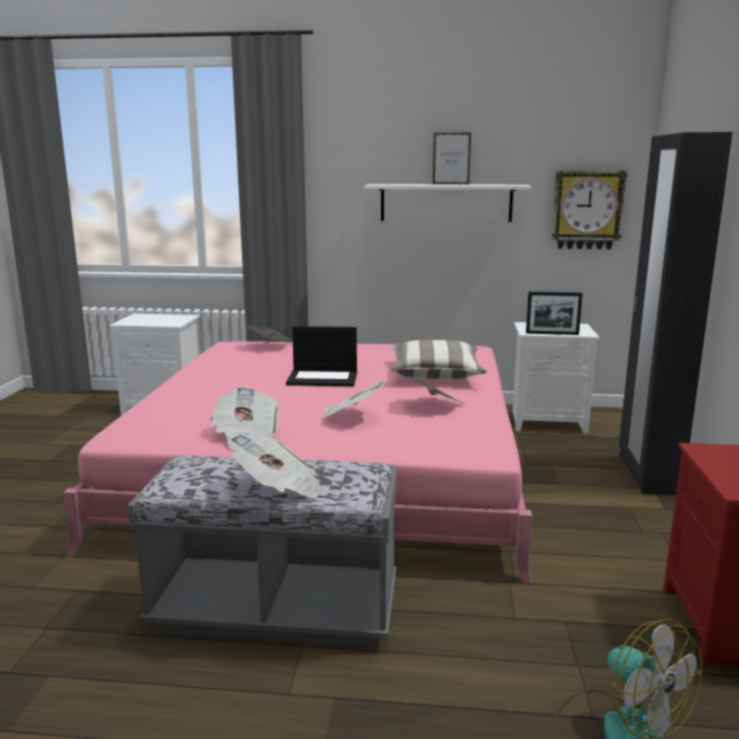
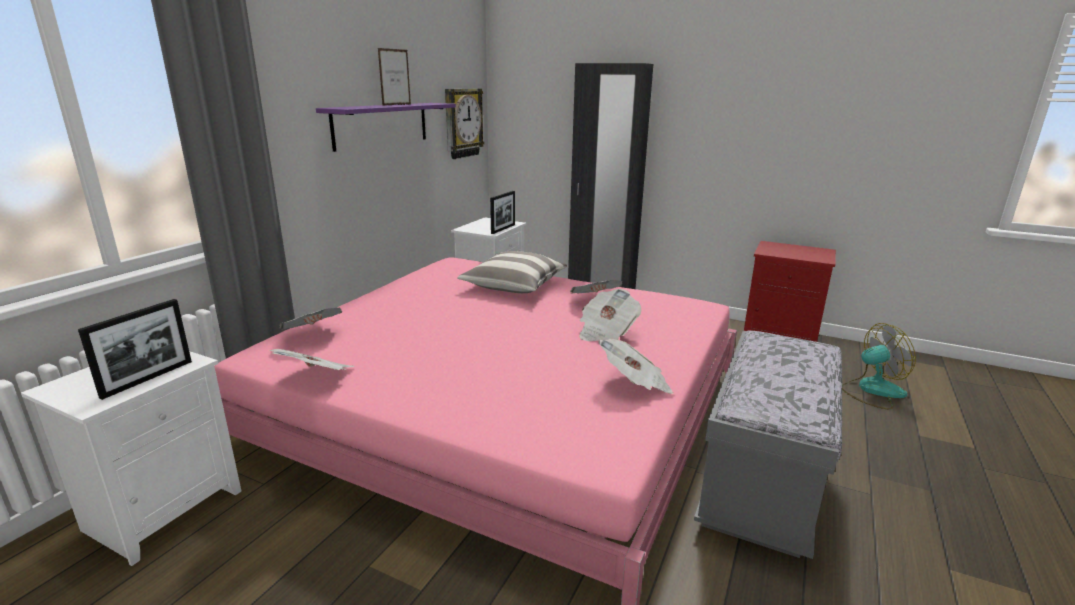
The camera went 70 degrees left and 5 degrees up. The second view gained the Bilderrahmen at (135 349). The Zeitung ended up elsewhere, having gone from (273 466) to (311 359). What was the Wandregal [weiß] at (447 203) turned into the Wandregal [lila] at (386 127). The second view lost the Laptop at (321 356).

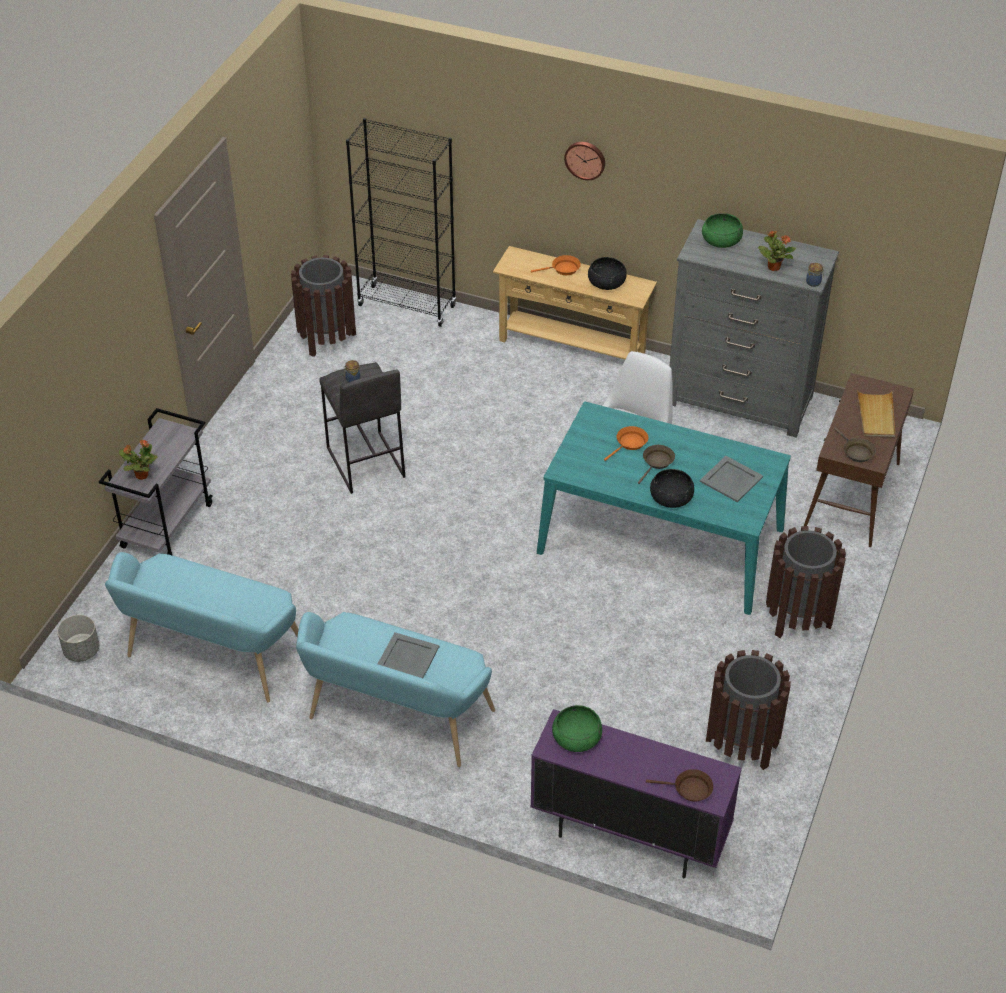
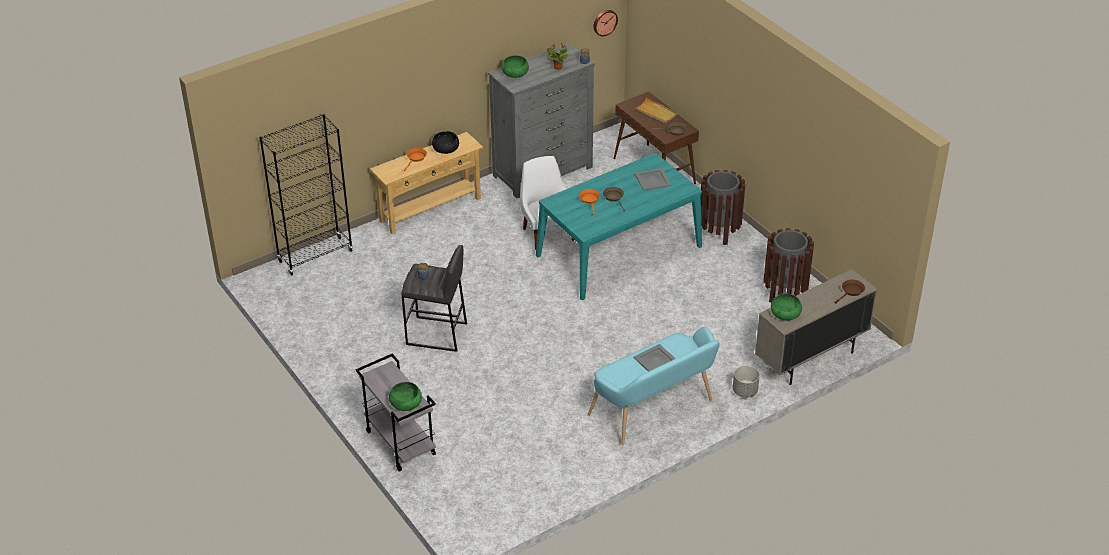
The camera went 55 degrees left and 5 degrees down. Where the Topfpflanze stood at (138 460), the Schüssel [grün] came to stand at (405 396). The Wanduhr ended up elsewhere, having gone from (584 161) to (605 23). The Pflanzkübel [grau] ended up elsewhere, having gone from (78 638) to (746 381). What was the Schrank [lila] at (636 794) turned into the Schrank [beige] at (816 327). The second view lost the Bank [türkis] at (202 627). The second view lost the Mülleimer [braun] at (323 306). The second view lost the Schüssel [schwarz] at (672 488).

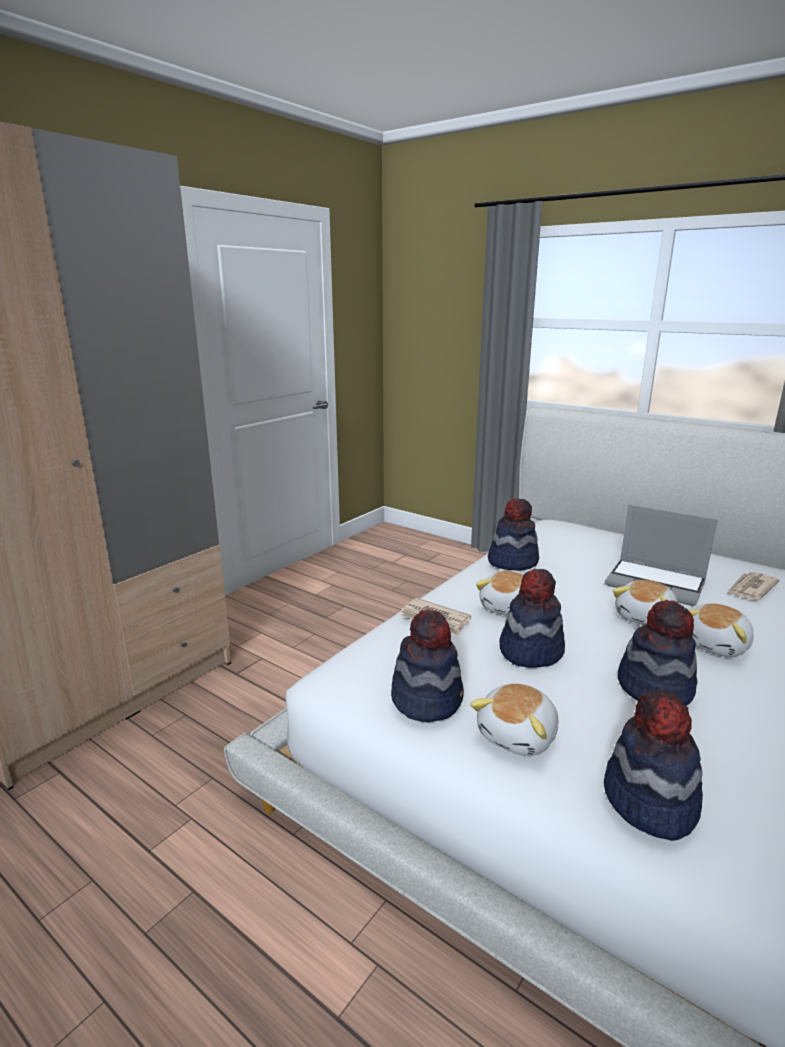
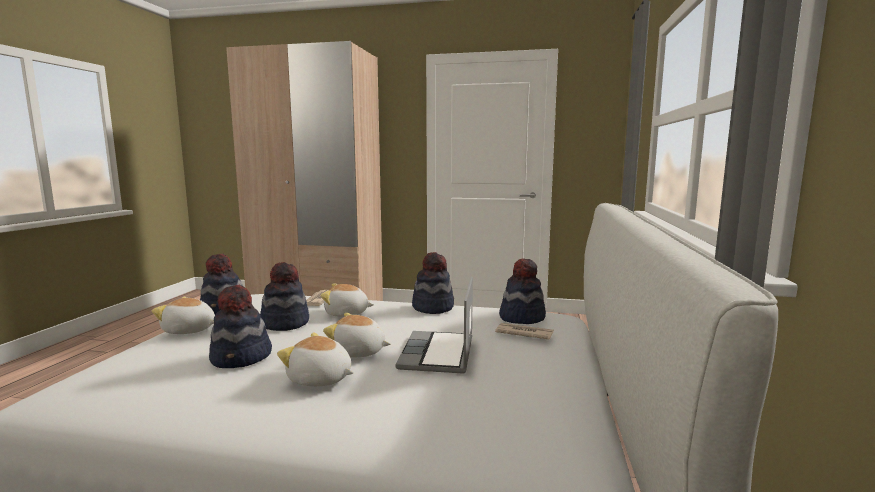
The camera went 65 degrees right and 10 degrees down. The Zeitung ended up elsewhere, having gone from (753 586) to (524 331). The Hut ended up elsewhere, having gone from (653 765) to (522 291).

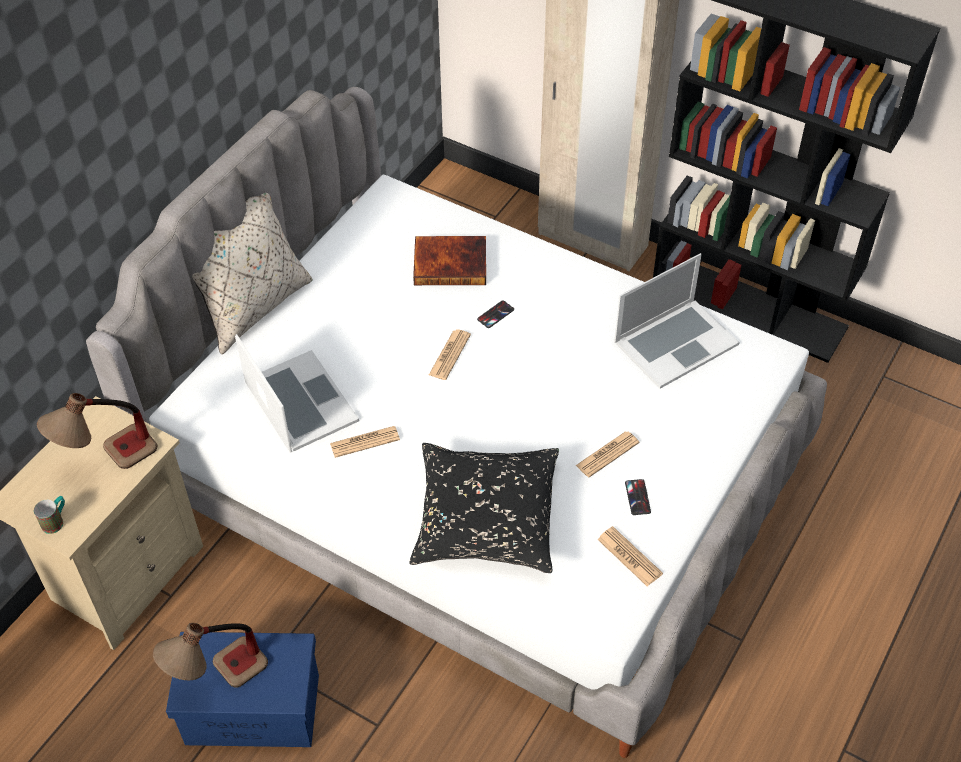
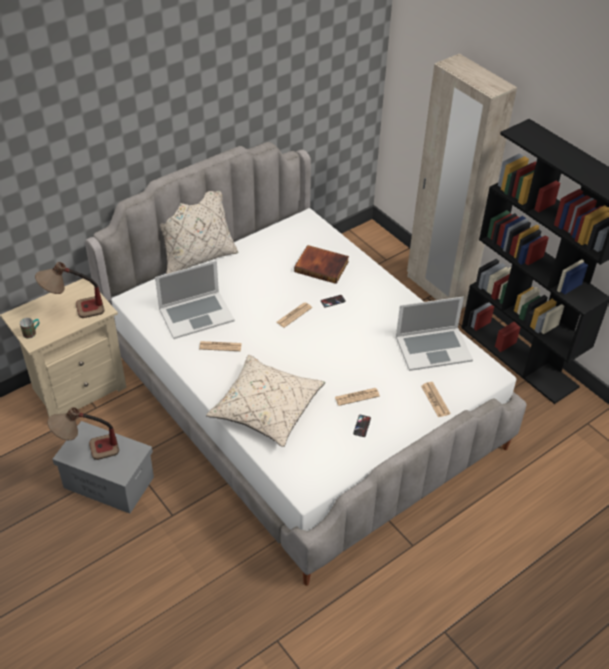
The camera went 20 degrees right and 5 degrees down. What was the Aufbewahrungsbox [blau] at (242 689) turned into the Aufbewahrungsbox [grau] at (103 467). The Laptop at (297 393) ended up facing another way, 75 degrees clockwise from before. What was the Kissen [schwarz] at (484 508) turned into the Kissen [beige] at (265 401). The Zeitung ended up elsewhere, having gone from (630 556) to (436 399).

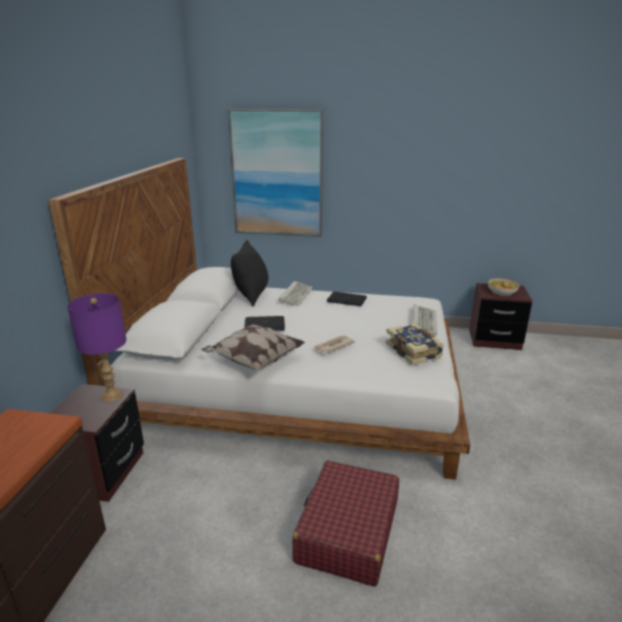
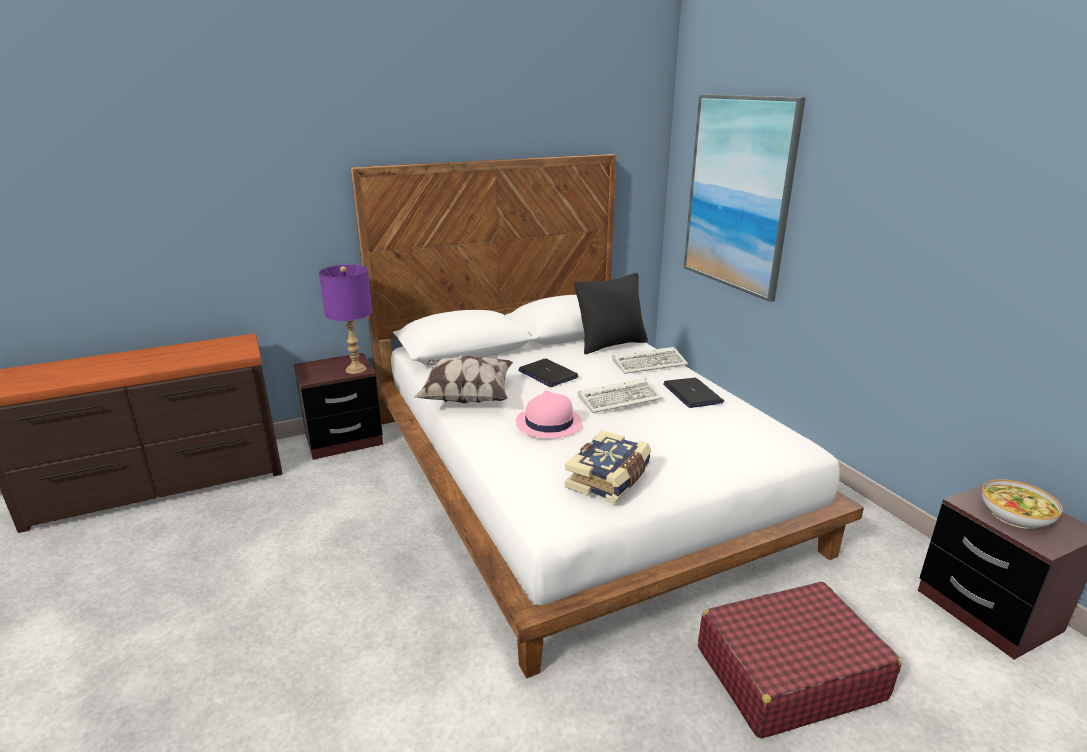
The camera went 55 degrees right and 0 degrees up. Where the Zeitung stood at (334 345), the Hut [rosa] came to stand at (549 414). The Tastatur ended up elsewhere, having gone from (425 319) to (620 395). The Koffer [rot] ended up elsewhere, having gone from (345 523) to (799 660).

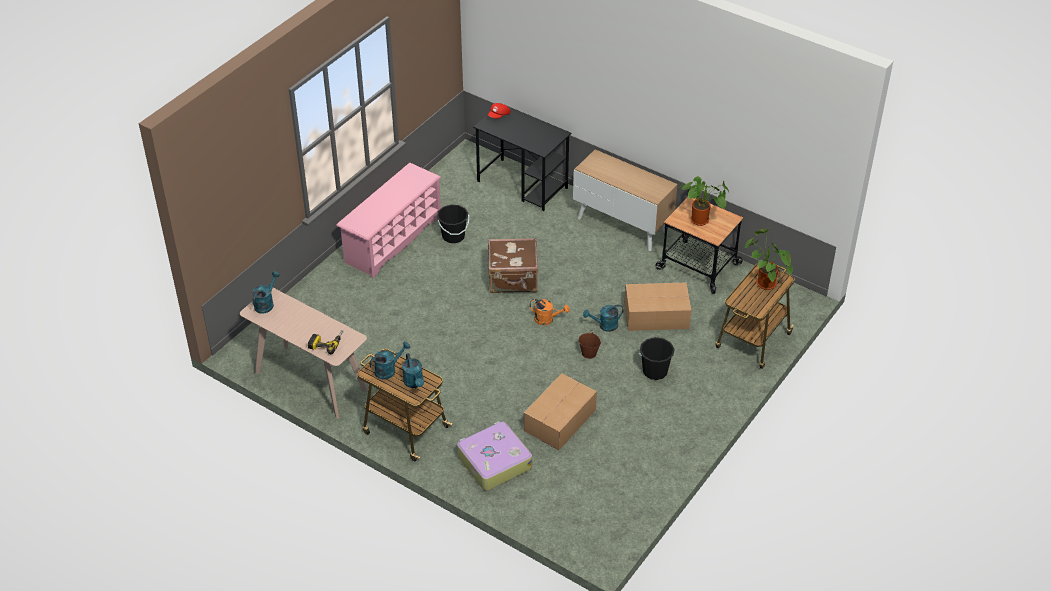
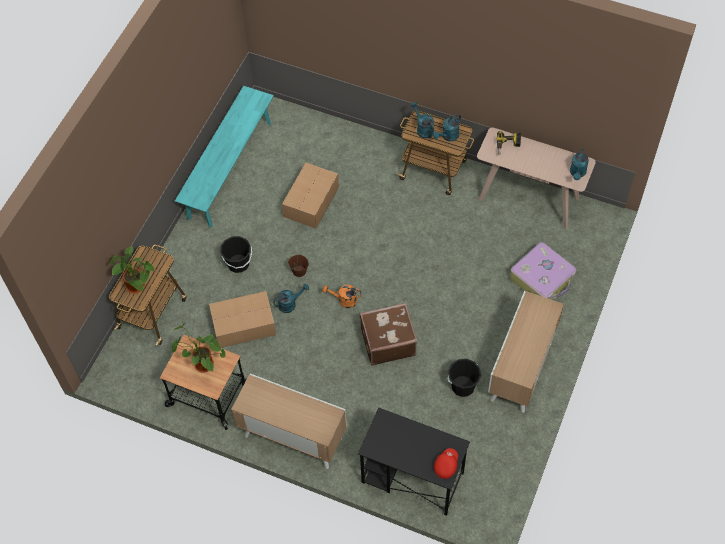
The camera went 170 degrees right and 15 degrees up. The second view gained the Bank [türkis] at (224 156). Where the Schuhregal [rosa] stood at (388 220), the Schrank came to stand at (526 352). The Koffer ended up elsewhere, having gone from (494 456) to (543 271).

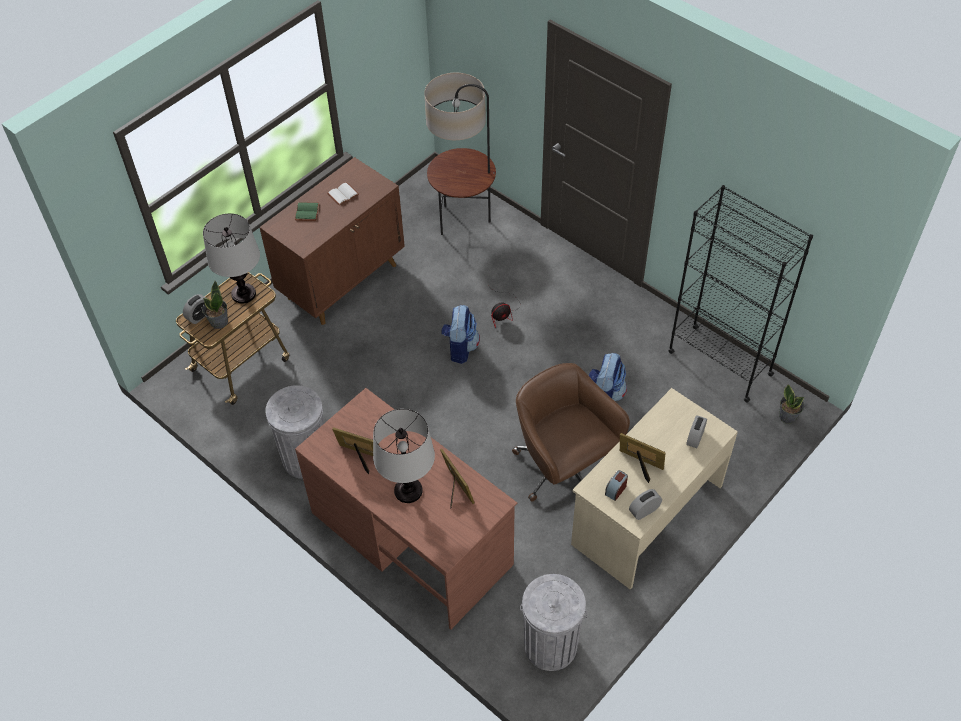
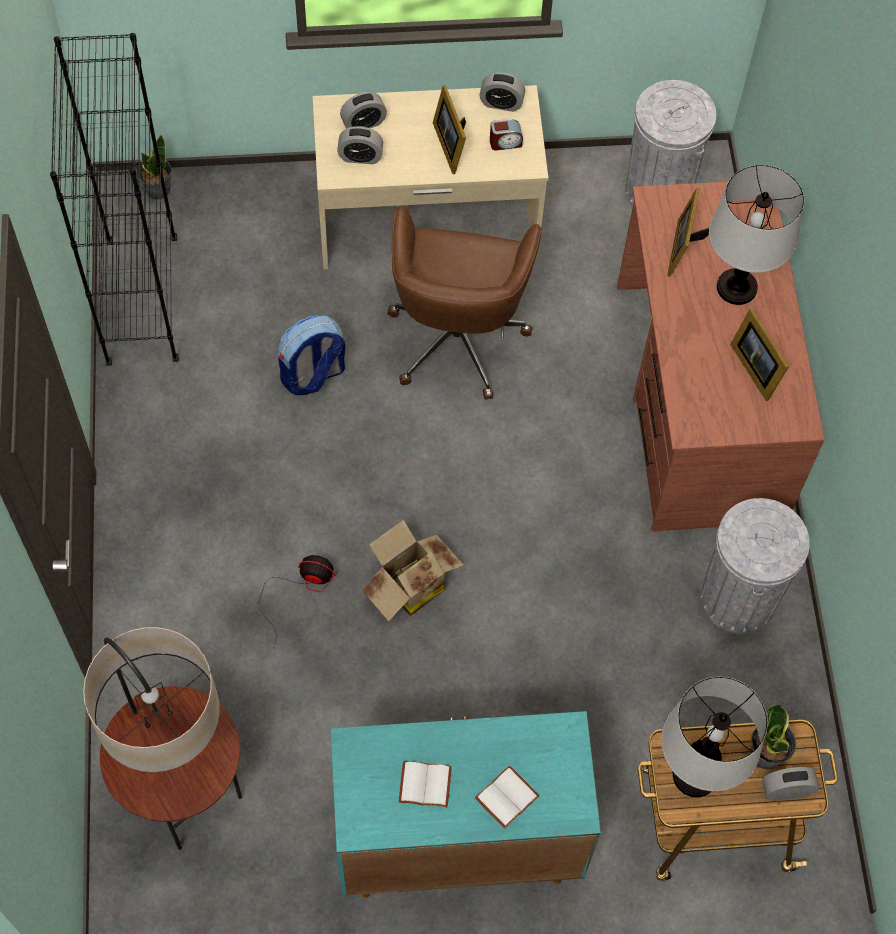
The camera went 140 degrees left and 10 degrees up. What was the Schrank [braun] at (332 241) turned into the Schrank [türkis] at (465 804). The second view gained the Wecker at (360 145). Where the Rucksack stood at (460 334), the Karton came to stand at (412 570). What was the Buch [grün] at (307 211) turned into the Buch [weiß] at (507 797).

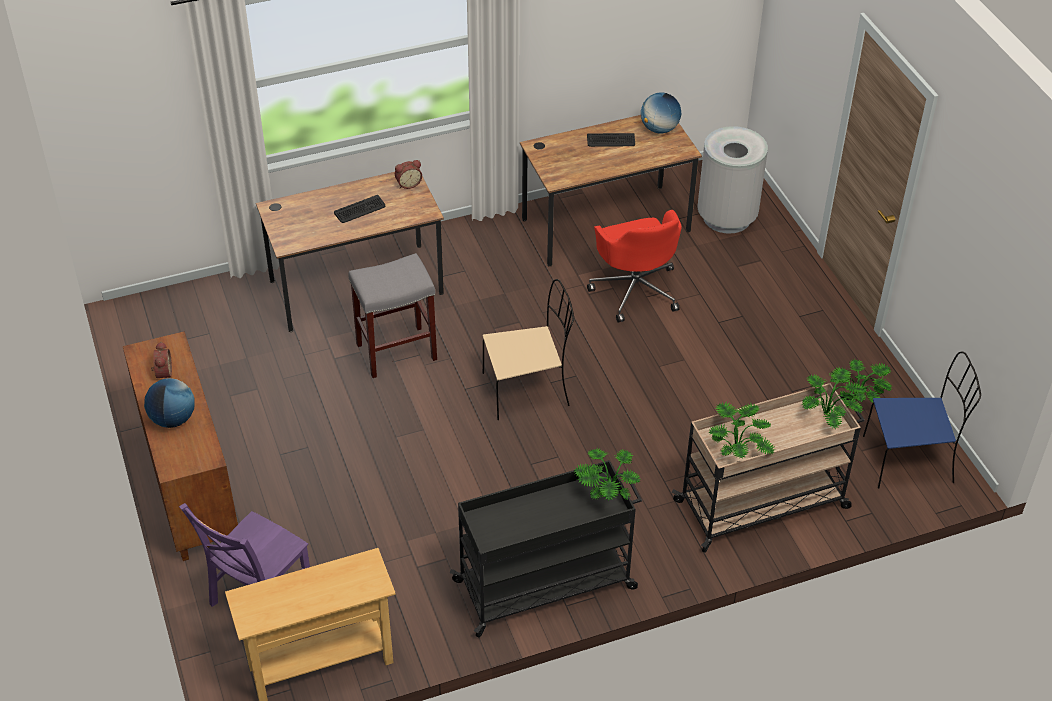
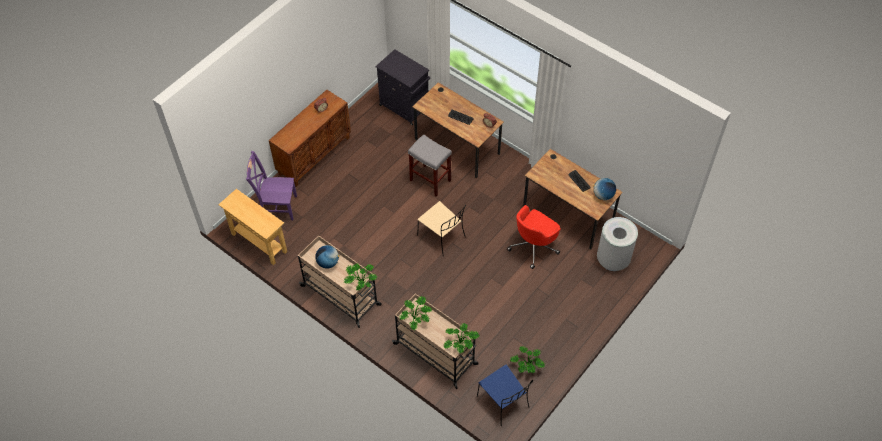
The camera went 60 degrees right and 10 degrees up. What was the Rollwagen [schwarz] at (546 549) turned into the Rollwagen [beige] at (340 281). The Globus ended up elsewhere, having gone from (169 403) to (327 257). The second view gained the Schrank [schwarz] at (402 87).

